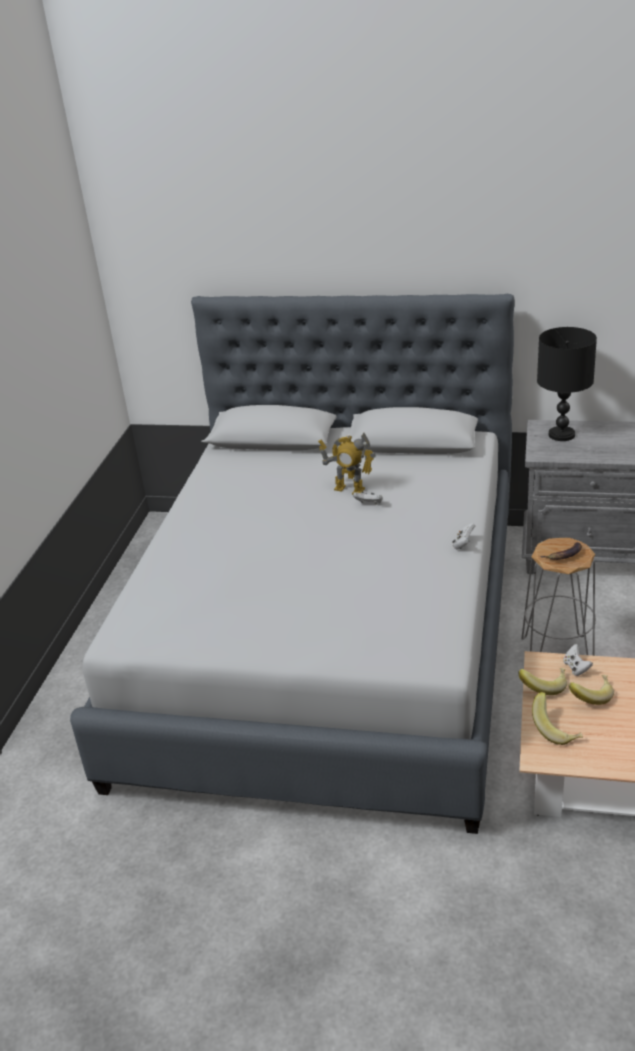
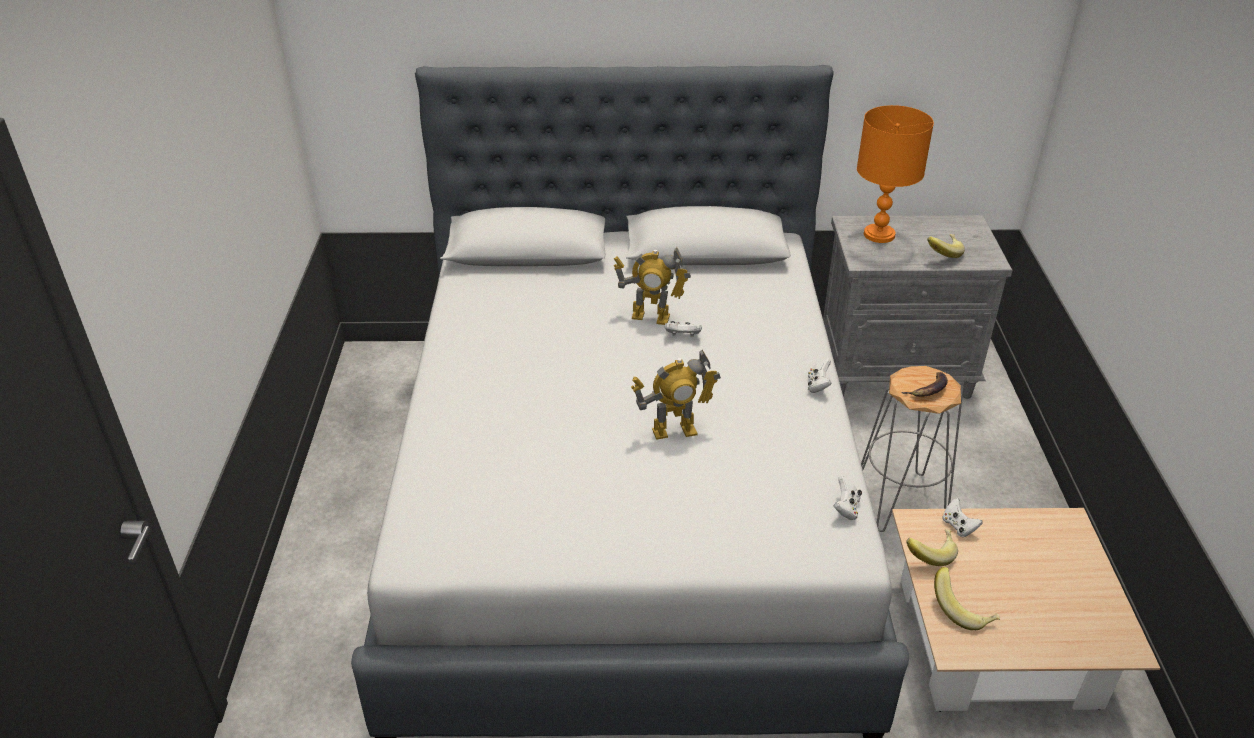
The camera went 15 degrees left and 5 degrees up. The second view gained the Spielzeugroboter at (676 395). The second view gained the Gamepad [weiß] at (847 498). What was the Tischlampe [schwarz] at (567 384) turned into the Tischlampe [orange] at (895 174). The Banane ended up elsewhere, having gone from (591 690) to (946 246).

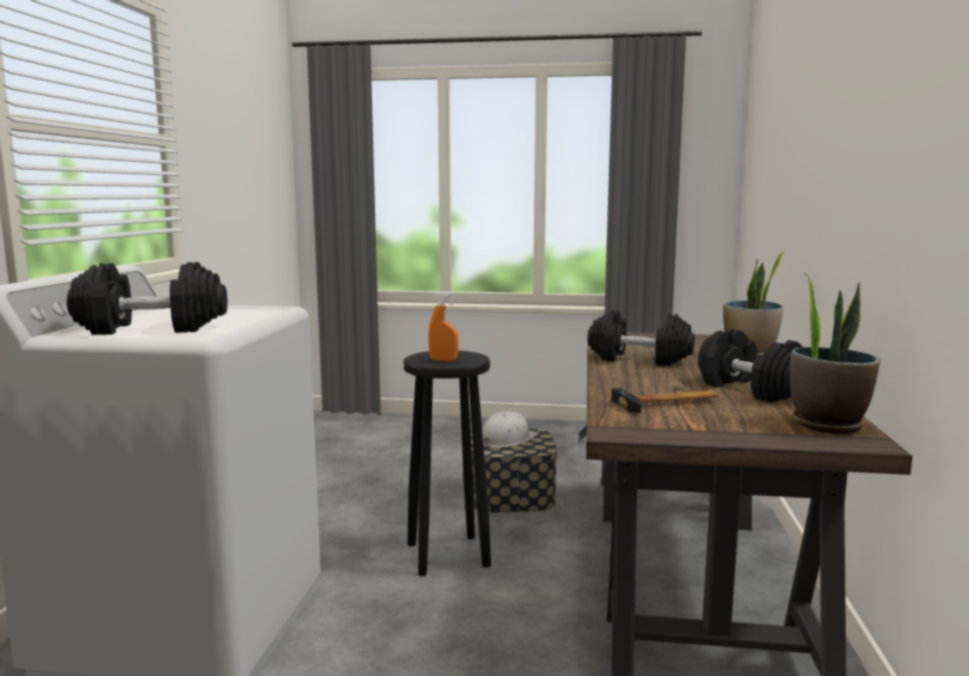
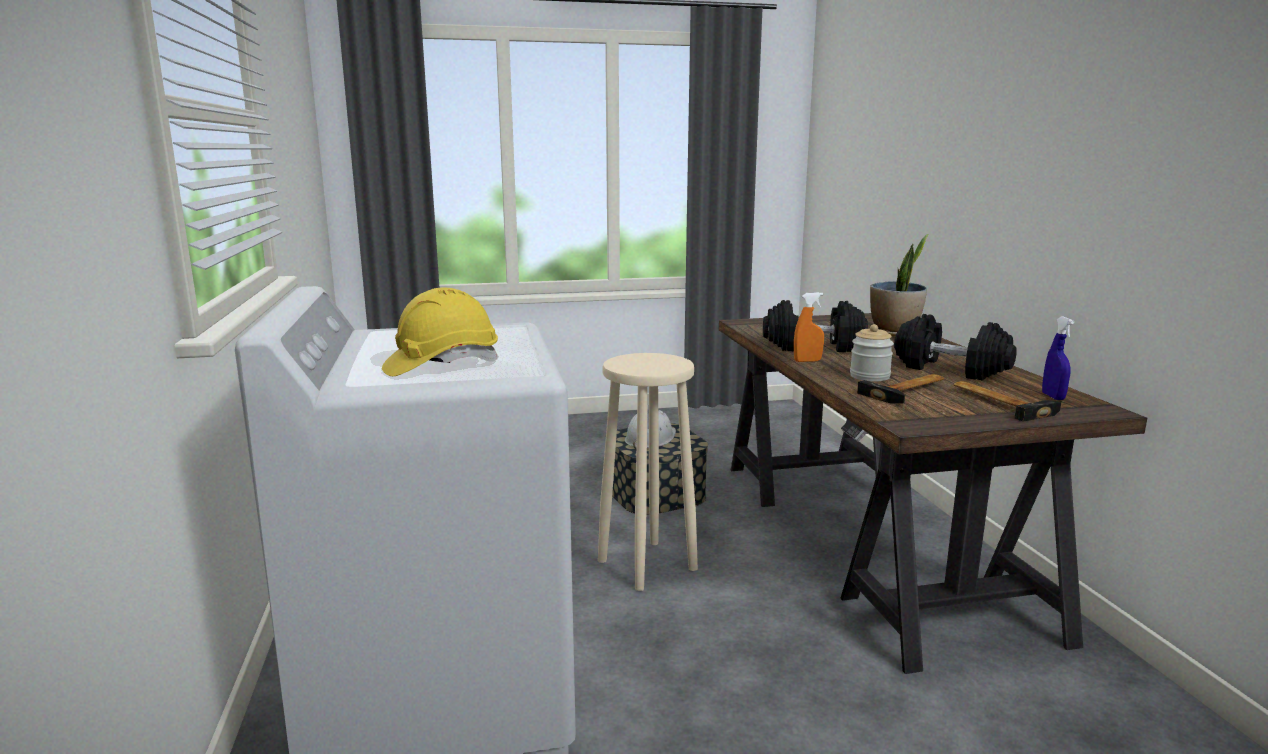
The camera went 20 degrees left and 5 degrees up. Where the Hantel [schwarz] stood at (147 298), the Schutzhelm [gelb] came to stand at (440 332). What was the Hocker [schwarz] at (447 463) turned into the Hocker [beige] at (648 472). The Sprühflasche [orange] ended up elsewhere, having gone from (443 326) to (809 327). The second view gained the Vorratsglas at (872 353). The second view gained the Hammer at (1007 401). Where the Topfpflanze stood at (835 353), the Sprühflasche [blau] came to stand at (1058 358).

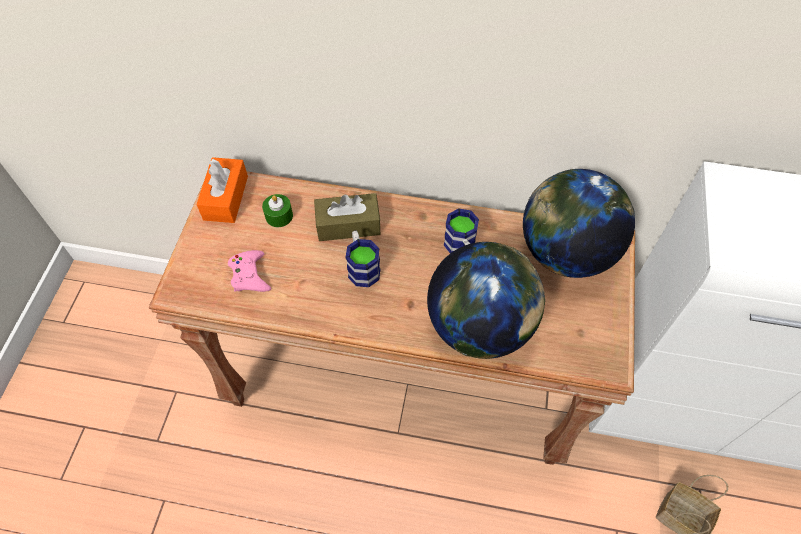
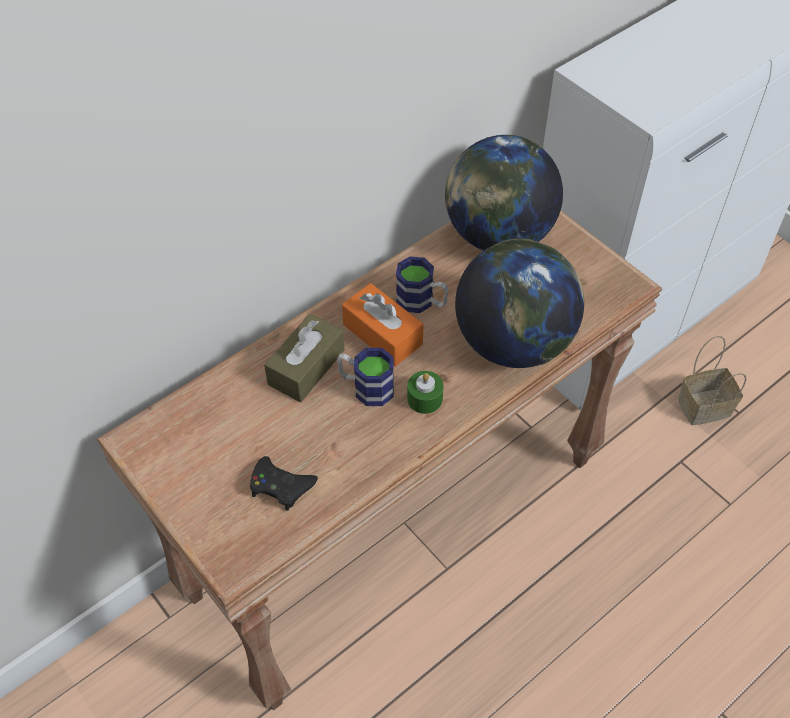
The camera went 50 degrees left and 5 degrees down. What was the Gamepad [rosa] at (249 271) turned into the Gamepad [schwarz] at (284 483). The Taschentuchbox [orange] ended up elsewhere, having gone from (222 190) to (382 324). The Kerze [grün] ended up elsewhere, having gone from (277 210) to (425 392).

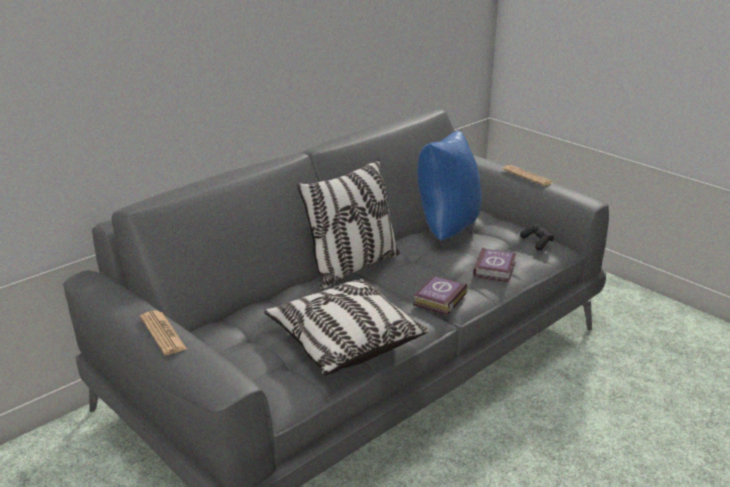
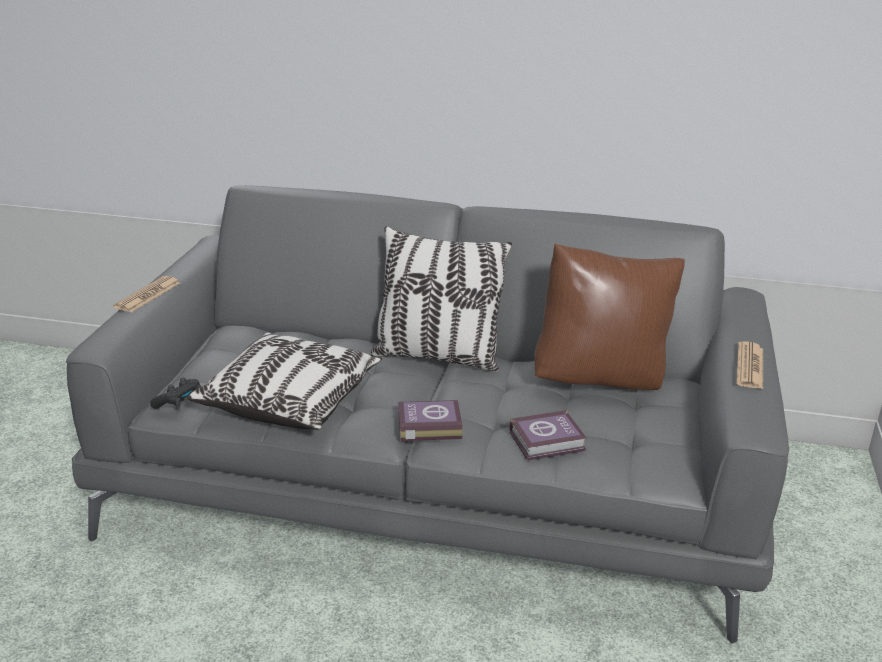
The camera went 55 degrees right and 0 degrees up. The Gamepad [schwarz] ended up elsewhere, having gone from (537 237) to (175 393). What was the Kissen [blau] at (449 185) turned into the Kissen [braun] at (610 316).

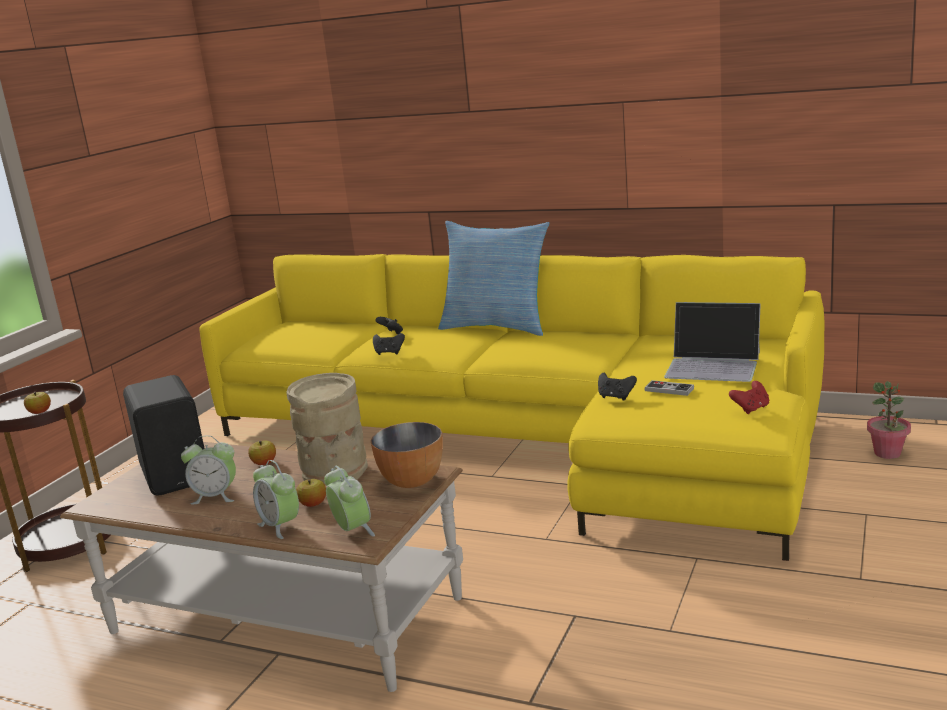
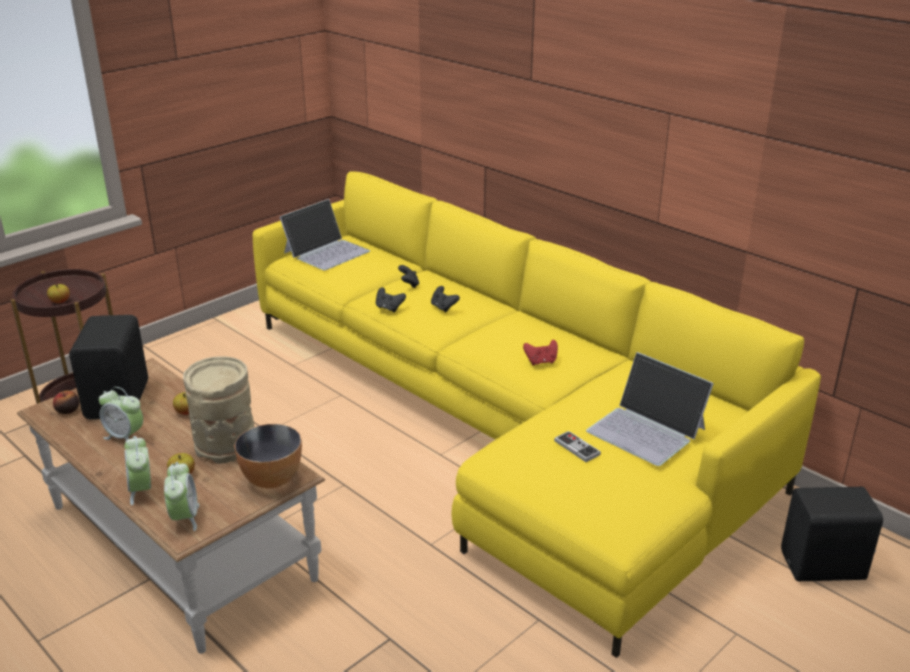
The camera went 20 degrees right and 10 degrees up. The second view gained the Apfel at (66 402). The second view gained the Laptop at (325 234). The Gamepad [schwarz] ended up elsewhere, having gone from (617 387) to (445 299). The Gamepad [rot] ended up elsewhere, having gone from (749 397) to (540 352). Where the Topfpflanze stood at (889 420), the Lautsprecher [schwarz] came to stand at (832 534). The second view lost the Kissen at (493 278).

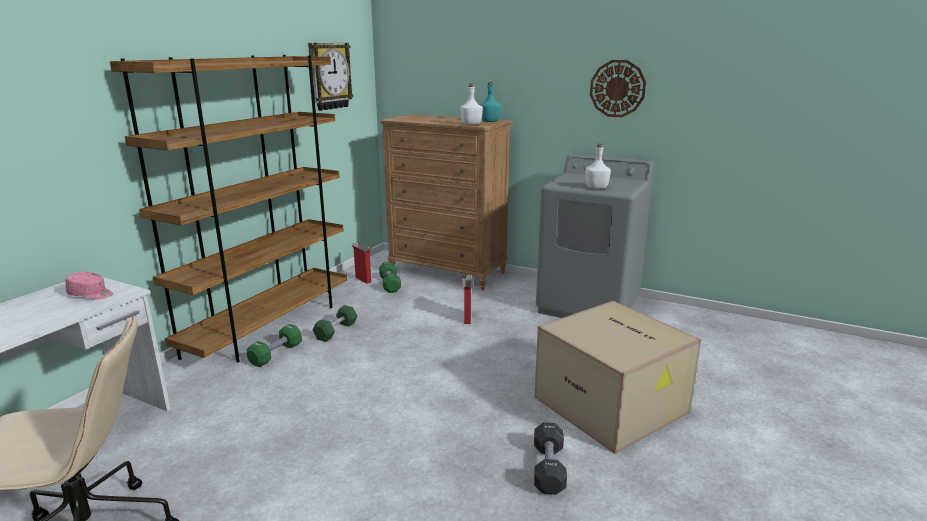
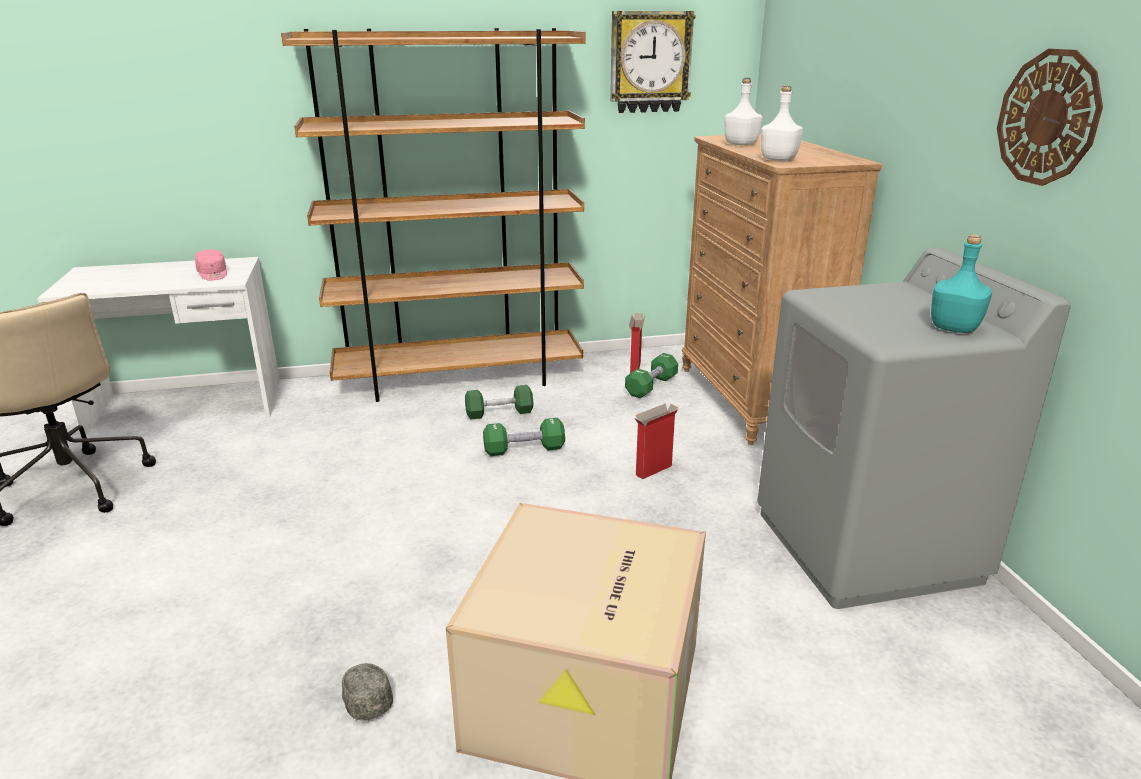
The camera went 50 degrees right and 5 degrees up. Where the Hantel [schwarz] stood at (550 458), the Kappe [grau] came to stand at (367 692). The Hantel [grün] ended up elsewhere, having gone from (274 345) to (524 437). The Flasche [weiß] ended up elsewhere, having gone from (598 166) to (743 111). The Flasche [türkis] ended up elsewhere, having gone from (490 102) to (961 284).

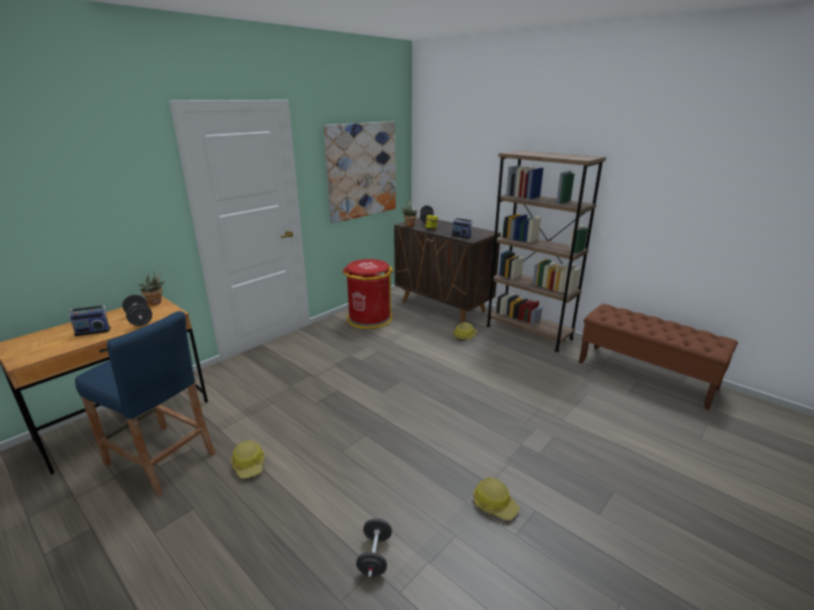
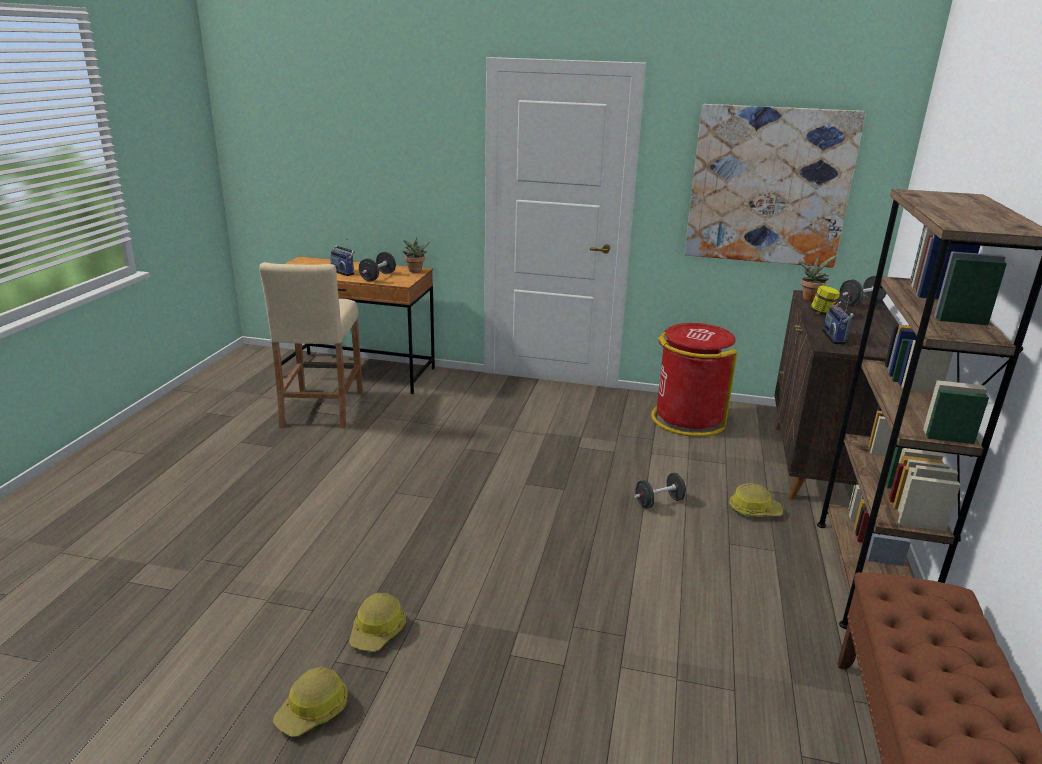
The camera went 60 degrees right and 0 degrees up. What was the Hocker [blau] at (145 403) turned into the Hocker [beige] at (311 345). The Schutzhelm ended up elsewhere, having gone from (248 459) to (310 702). The Hantel [schwarz] ended up elsewhere, having gone from (374 548) to (660 491).

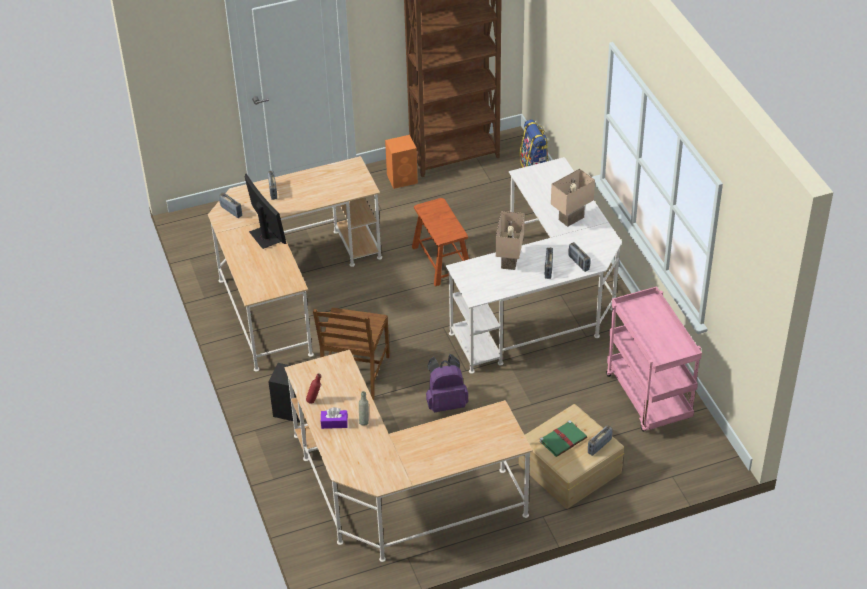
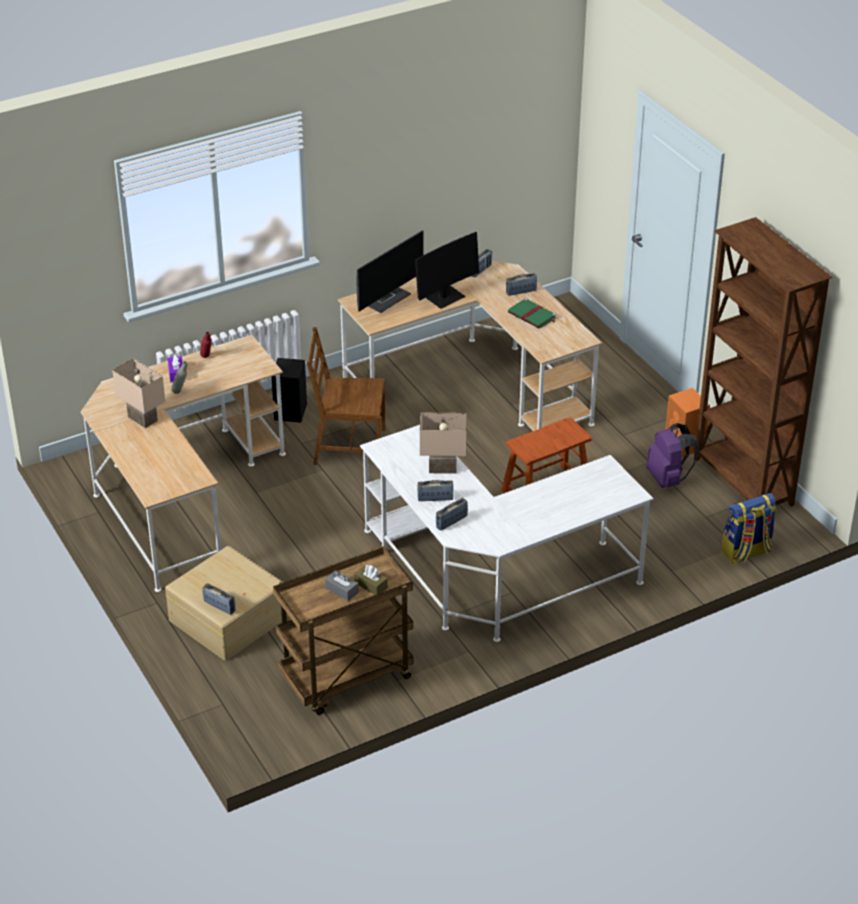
The camera went 80 degrees right and 5 degrees down. The Tischlampe [beige] ended up elsewhere, having gone from (573 198) to (138 393). What was the Rollwagen [rosa] at (654 359) turned into the Rollwagen [braun] at (343 630). The second view gained the Taschentuchbox [grau] at (342 585). The second view gained the Taschentuchbox [braun] at (371 580). The second view gained the Monitor at (390 271). The Buch [grün] ended up elsewhere, having gone from (563 438) to (532 313). The Rucksack [lila] ended up elsewhere, having gone from (447 383) to (672 455).

